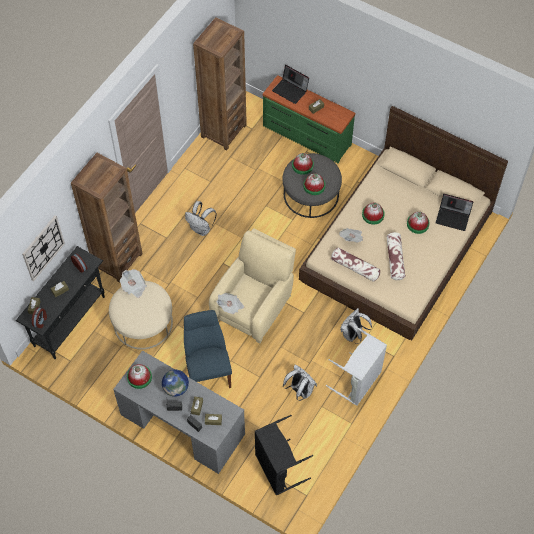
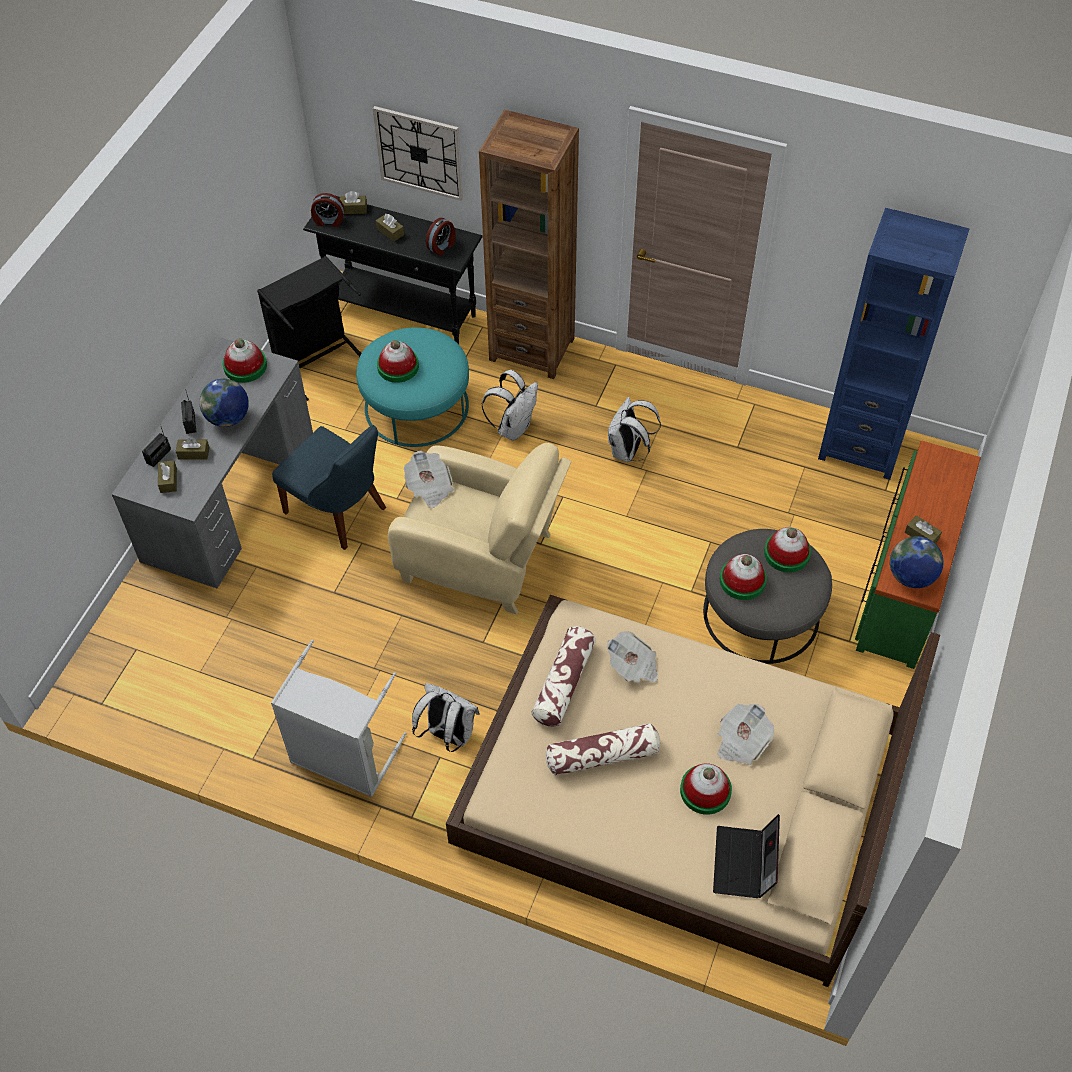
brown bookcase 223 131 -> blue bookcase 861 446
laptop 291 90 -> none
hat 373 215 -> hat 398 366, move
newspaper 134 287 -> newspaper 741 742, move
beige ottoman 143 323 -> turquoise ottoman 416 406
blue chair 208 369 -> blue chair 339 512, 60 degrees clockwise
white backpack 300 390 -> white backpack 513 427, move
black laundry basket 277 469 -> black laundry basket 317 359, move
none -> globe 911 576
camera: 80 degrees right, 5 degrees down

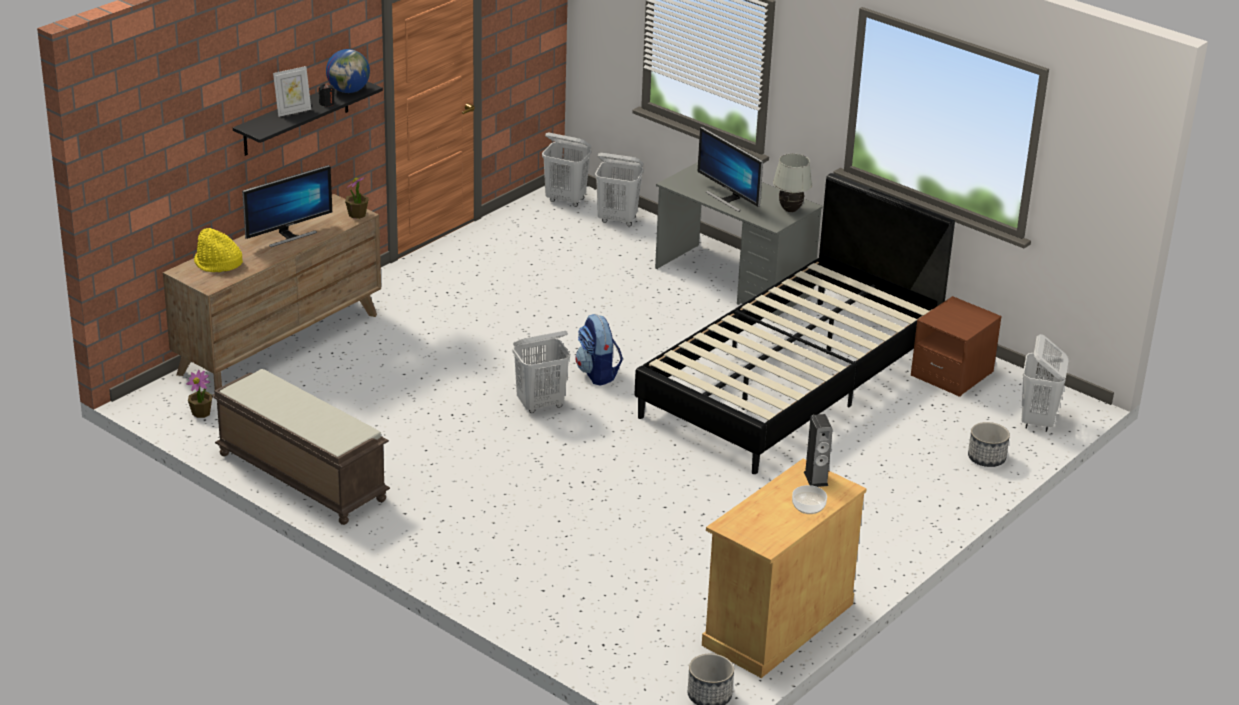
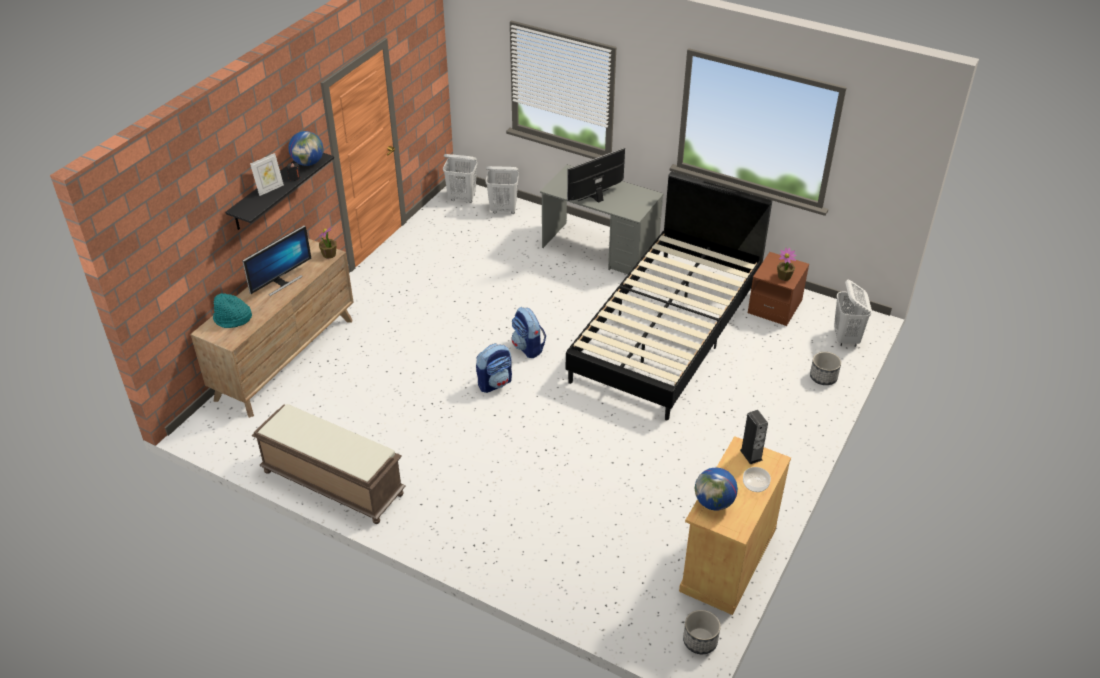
monitor 728 199 -> monitor 596 197, 105 degrees clockwise
white table lamp 790 210 -> none
yellow hat 218 264 -> turquoise hat 232 319
white laundry basket 541 405 -> backpack 495 383
potted plant 201 413 -> potted plant 784 277, move
none -> globe 714 503
camera: 10 degrees left, 10 degrees up

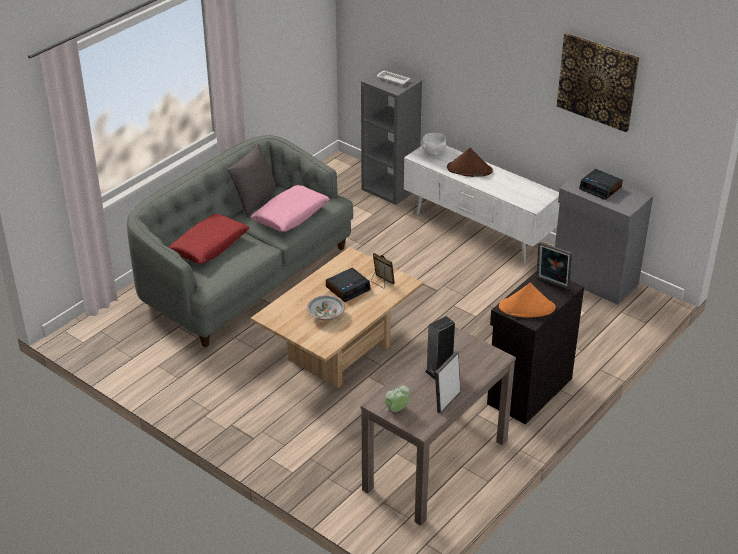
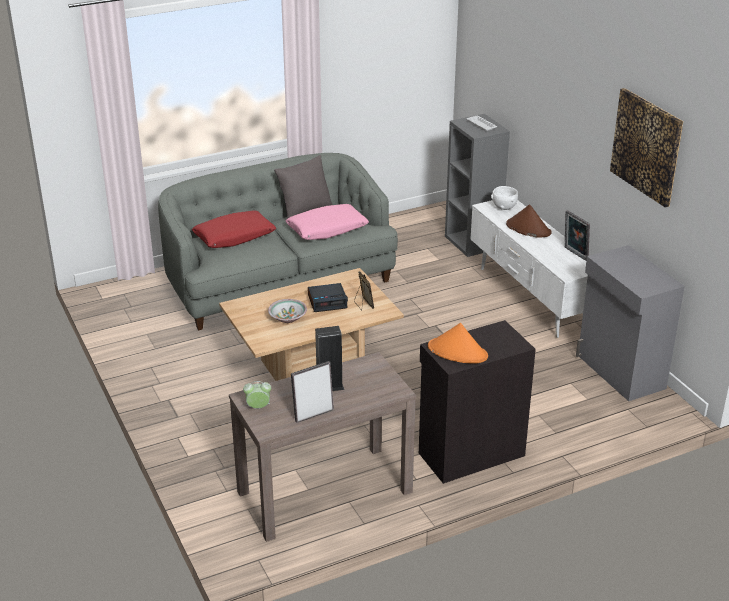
alarm clock 601 188 -> none
picture frame 551 284 -> picture frame 574 254, move
camera: 25 degrees right, 5 degrees down

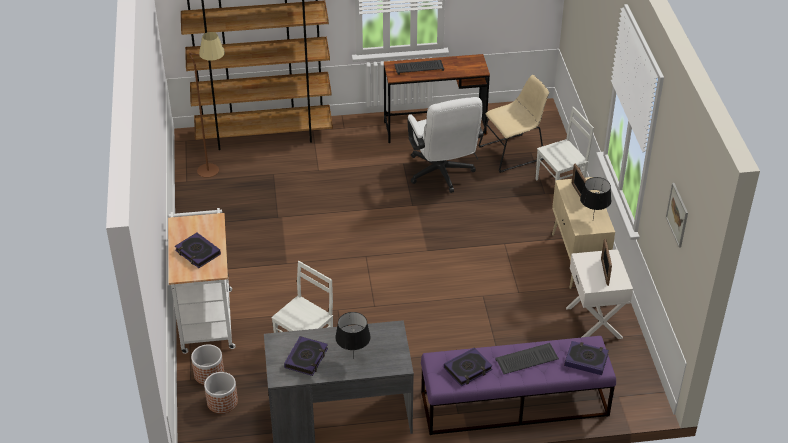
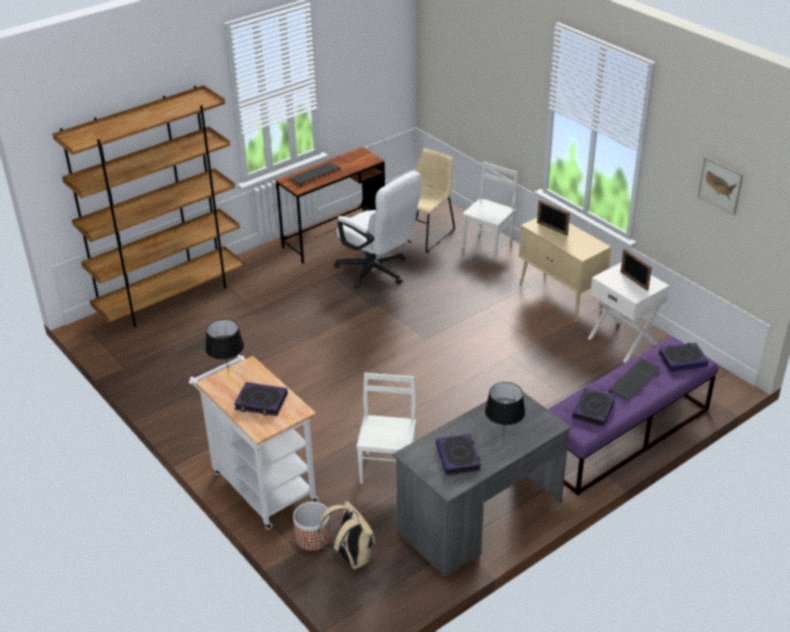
brown floor lamp 216 166 -> none
black table lamp 592 220 -> black table lamp 228 373, move
planter 222 402 -> beige backpack 351 558
camera: 30 degrees left, 5 degrees down

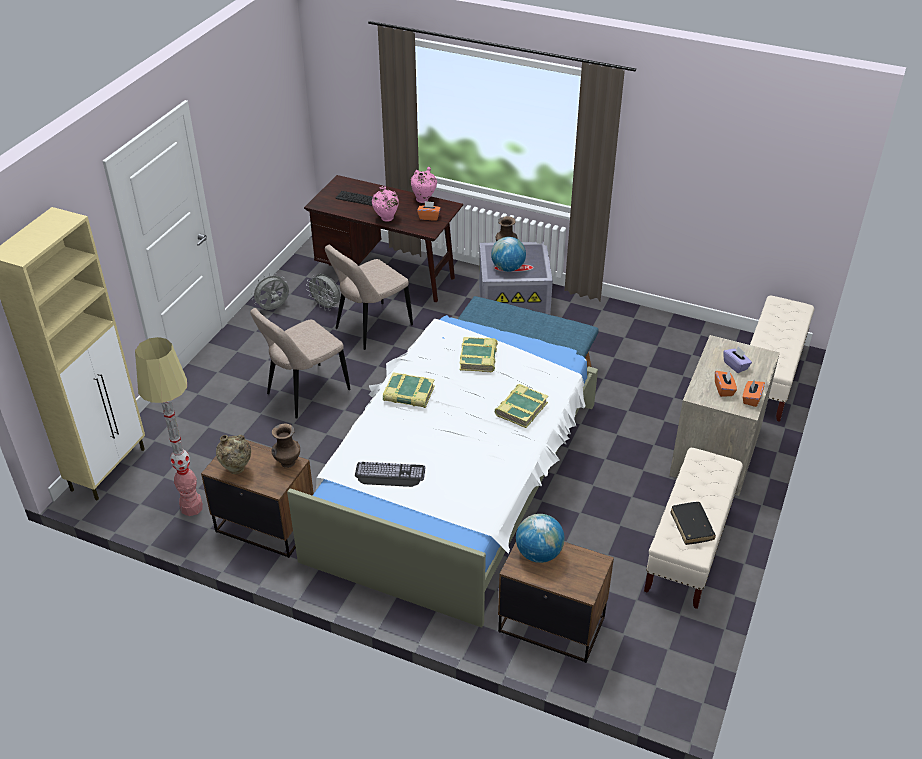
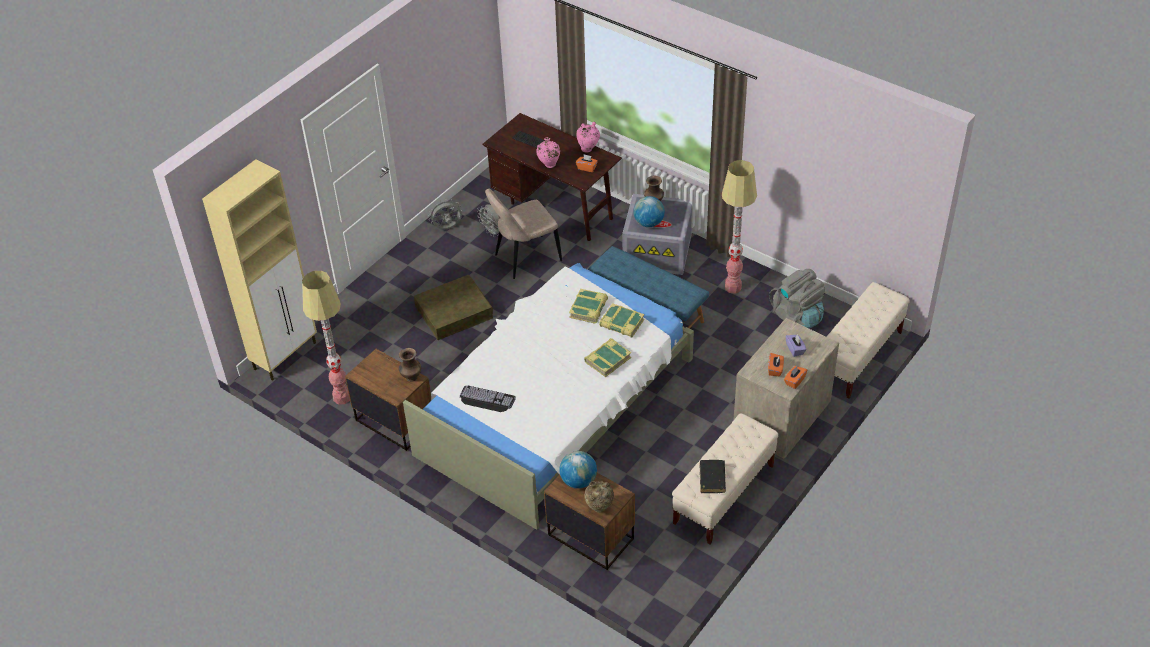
beige chair 305 393 -> brown storage box 453 312
book 408 394 -> book 621 324, move
beige vase 237 471 -> beige vase 599 509, move
none -> floor lamp 733 287
none -> grey backpack 797 316
camera: 15 degrees right, 5 degrees up

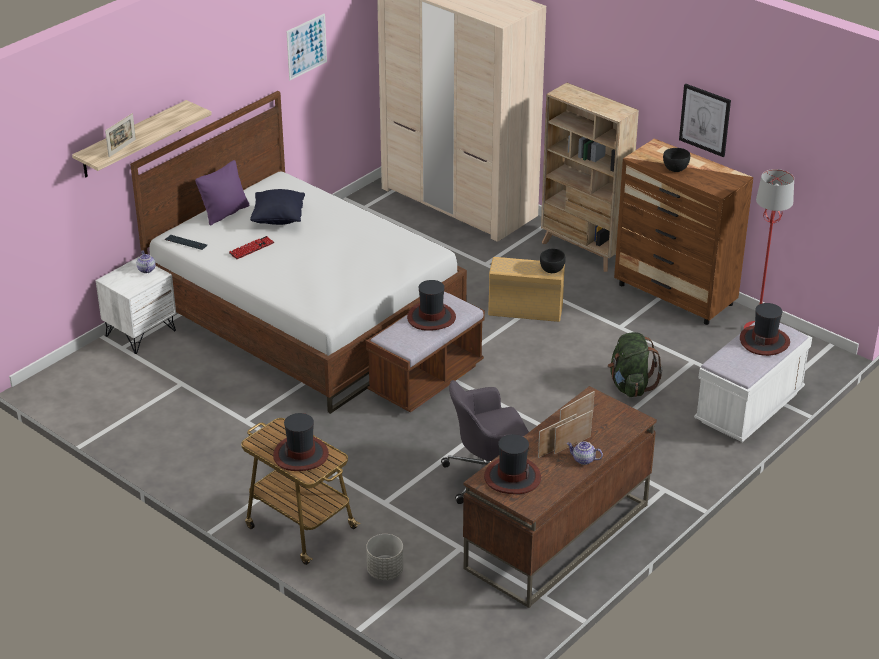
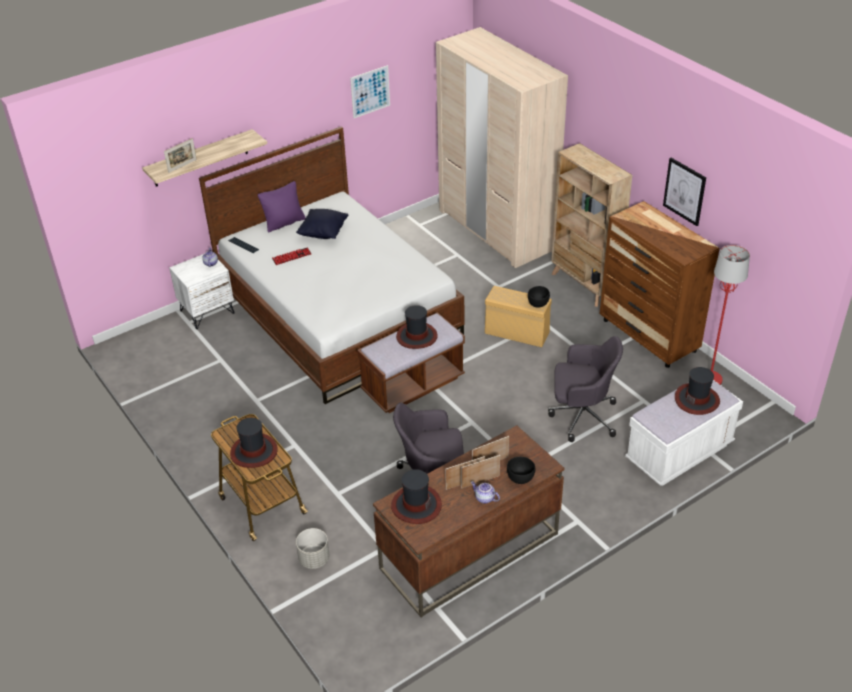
black bowl 675 169 -> black bowl 520 479, move
green backpack 630 386 -> grey office chair 581 416
camera: 15 degrees right, 5 degrees up

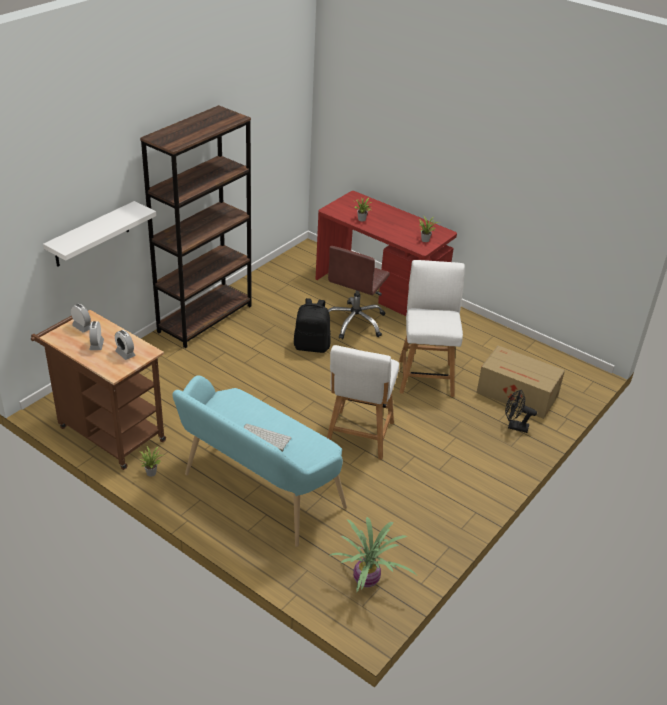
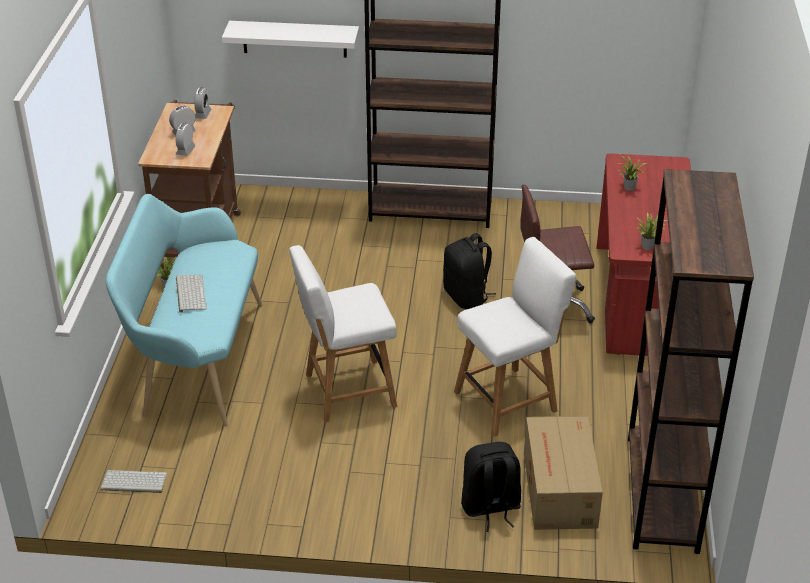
black fan 514 426 -> black backpack 490 508
potted plant 367 581 -> keyboard 133 482
none -> brown bookcase 662 493
camera: 60 degrees right, 0 degrees up

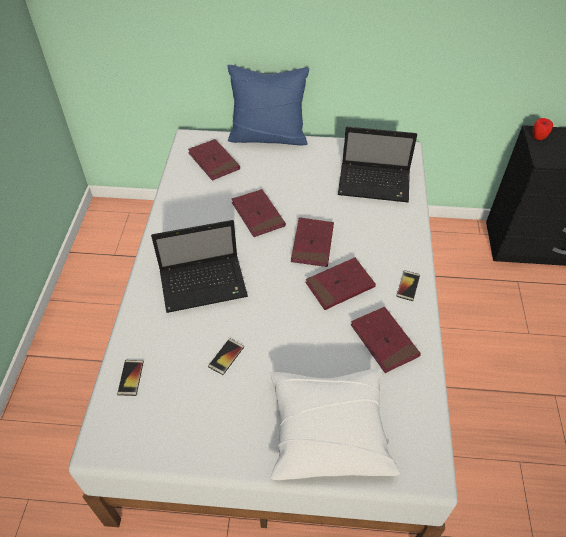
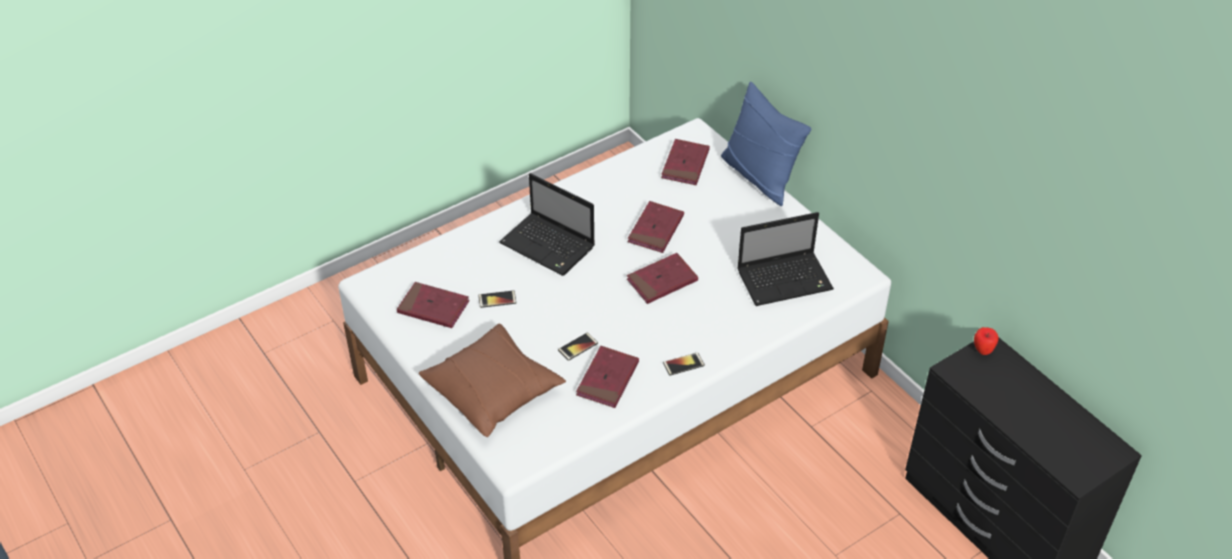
laptop 375 184 -> laptop 786 279, 75 degrees counterclockwise
red book 340 285 -> red book 433 308, move
phone 130 378 -> phone 578 347, move
white pillow 329 430 -> brown pillow 493 391
camera: 50 degrees right, 5 degrees down

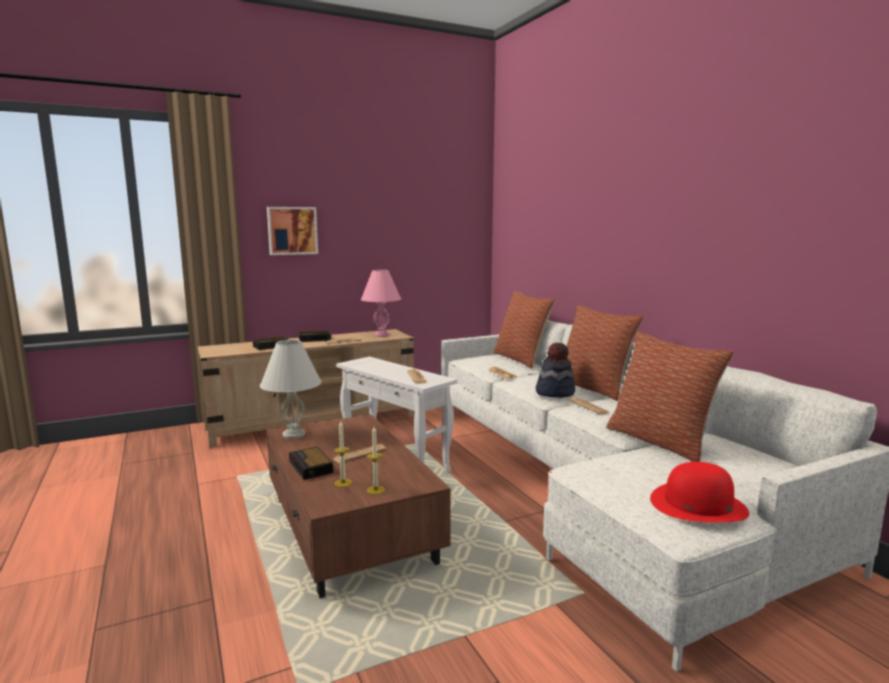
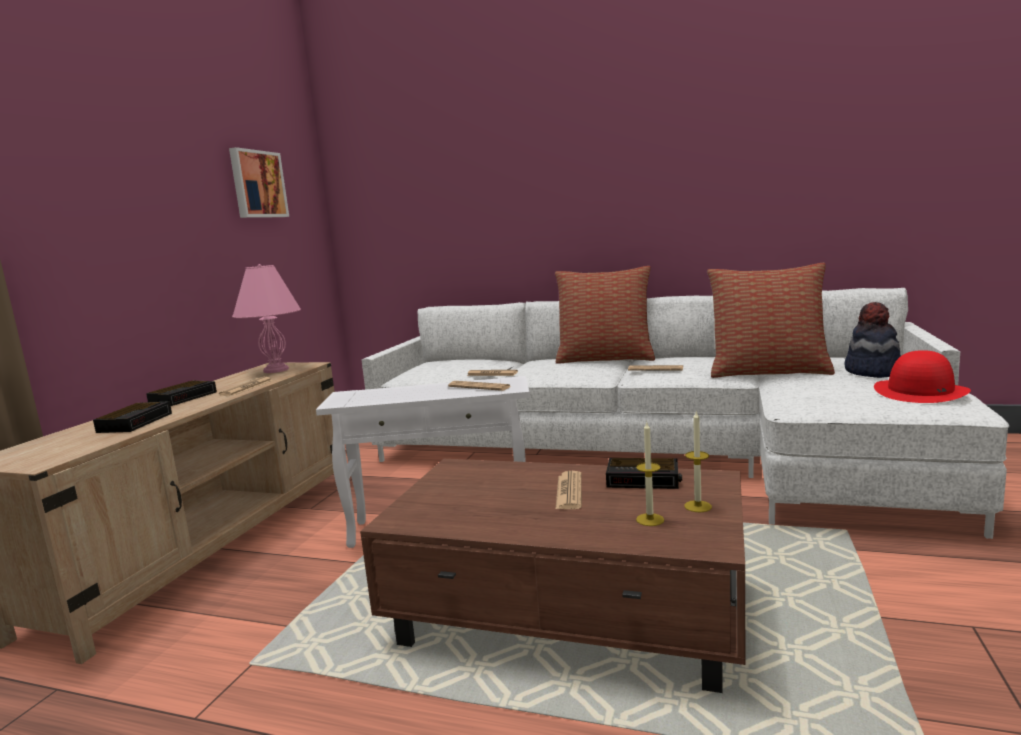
picture 292 230 -> picture 257 184, move
pillow 521 359 -> none
white table lamp 294 434 -> none
hat 554 392 -> hat 872 372, move
alarm clock 311 467 -> alarm clock 644 479, move
camera: 45 degrees left, 0 degrees up

